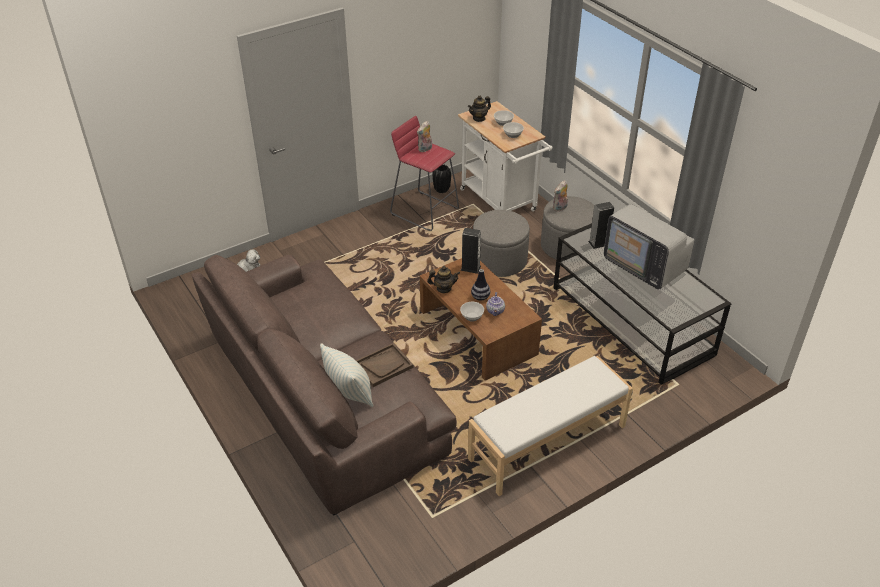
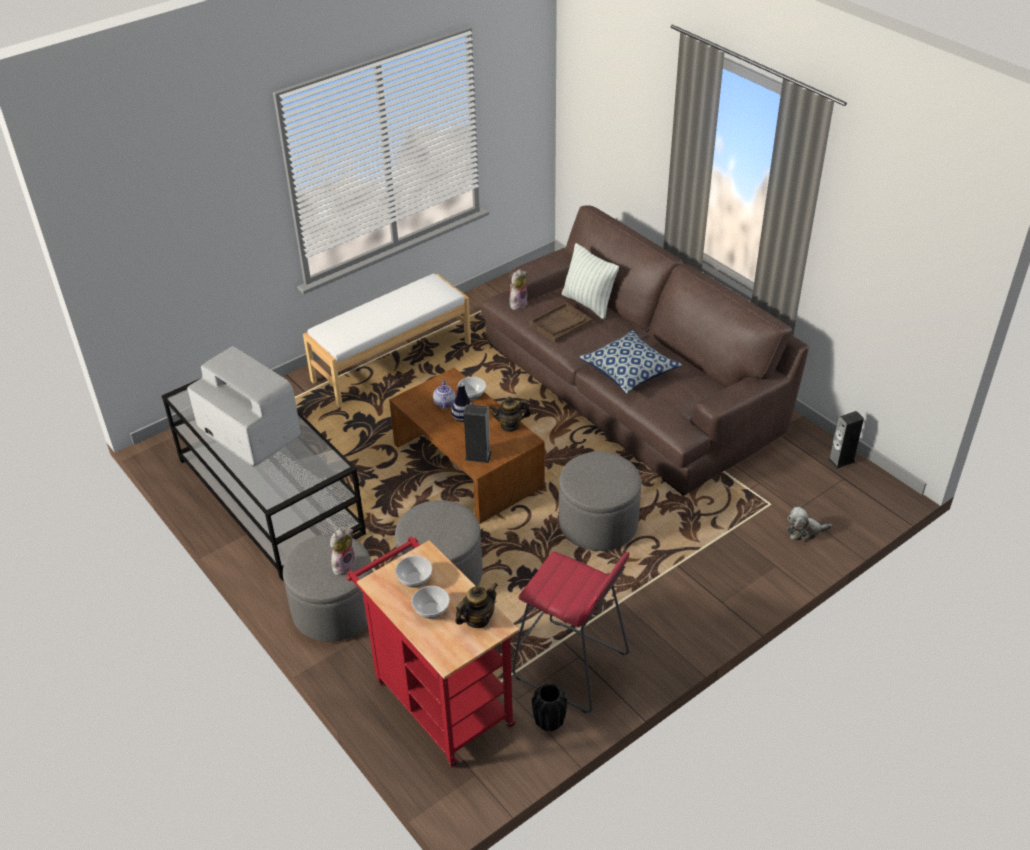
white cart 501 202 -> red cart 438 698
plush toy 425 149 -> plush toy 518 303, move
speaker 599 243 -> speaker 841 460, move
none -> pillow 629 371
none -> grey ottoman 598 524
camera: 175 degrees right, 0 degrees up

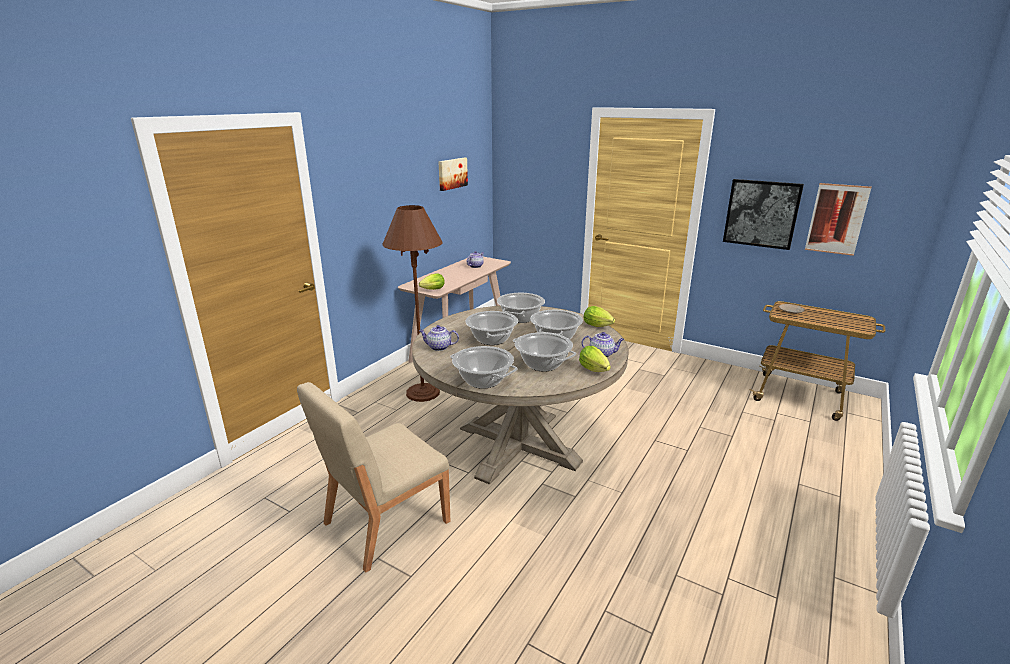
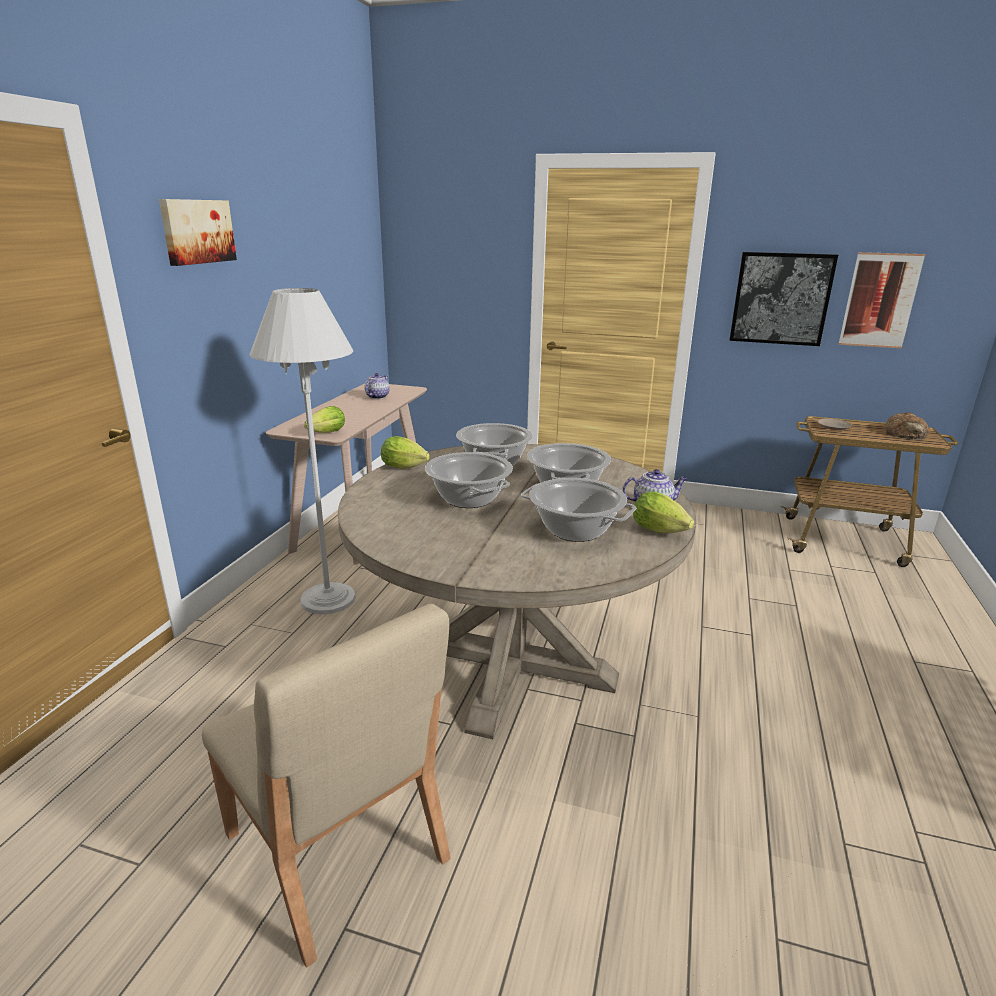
picture 452 173 -> picture 197 231, move
brown floor lamp 423 393 -> white floor lamp 328 599
lettuce 599 326 -> lettuce 406 467, move
teapot 438 347 -> none
cooking pot 483 380 -> none
beige chair 385 522 -> beige chair 336 849, 75 degrees counterclockwise
none -> bread 906 433
camera: 15 degrees left, 0 degrees up

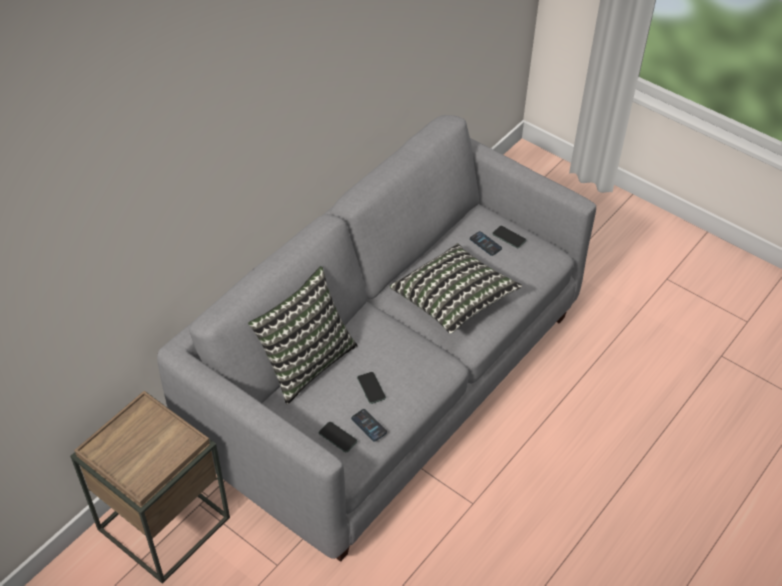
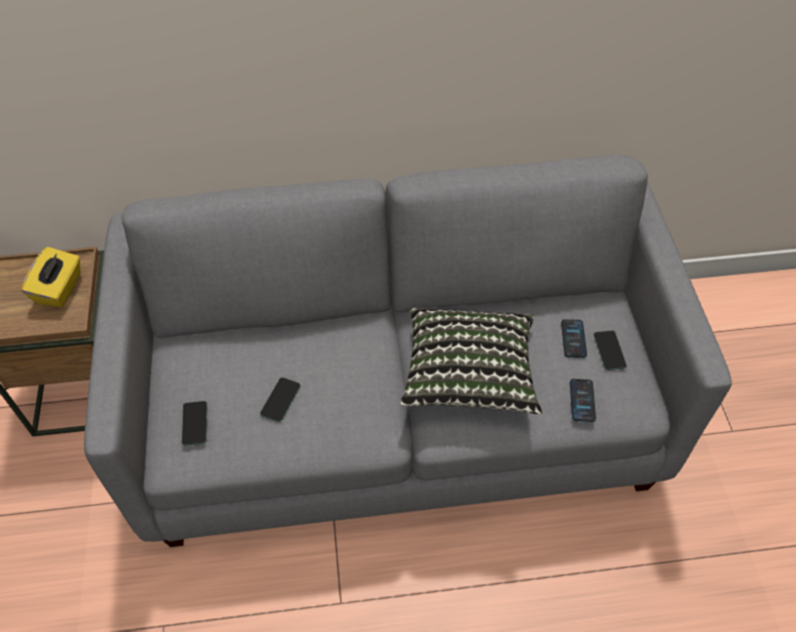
pillow 305 362 -> none
phone 369 425 -> phone 582 400, move
none -> yellow tissue box 60 289
camera: 45 degrees right, 5 degrees up

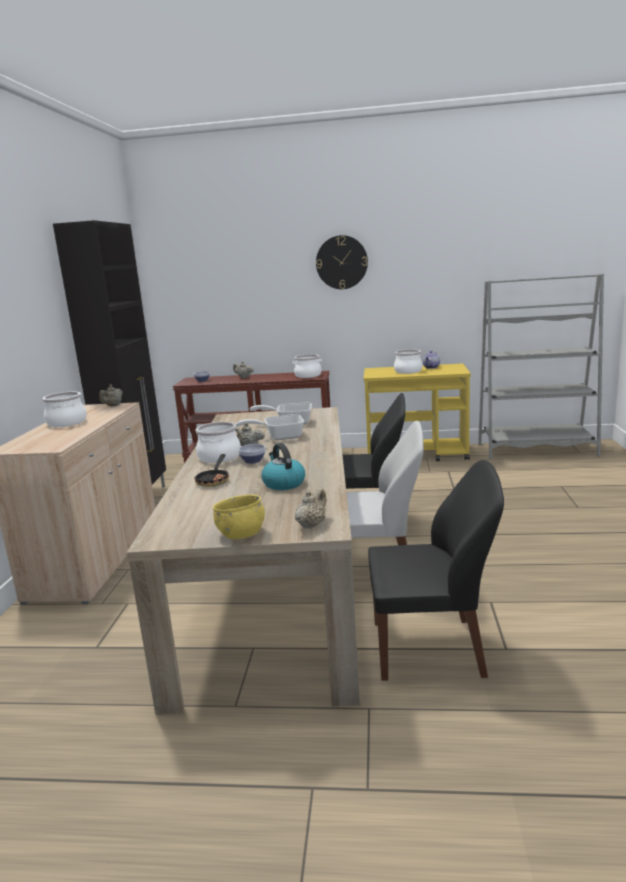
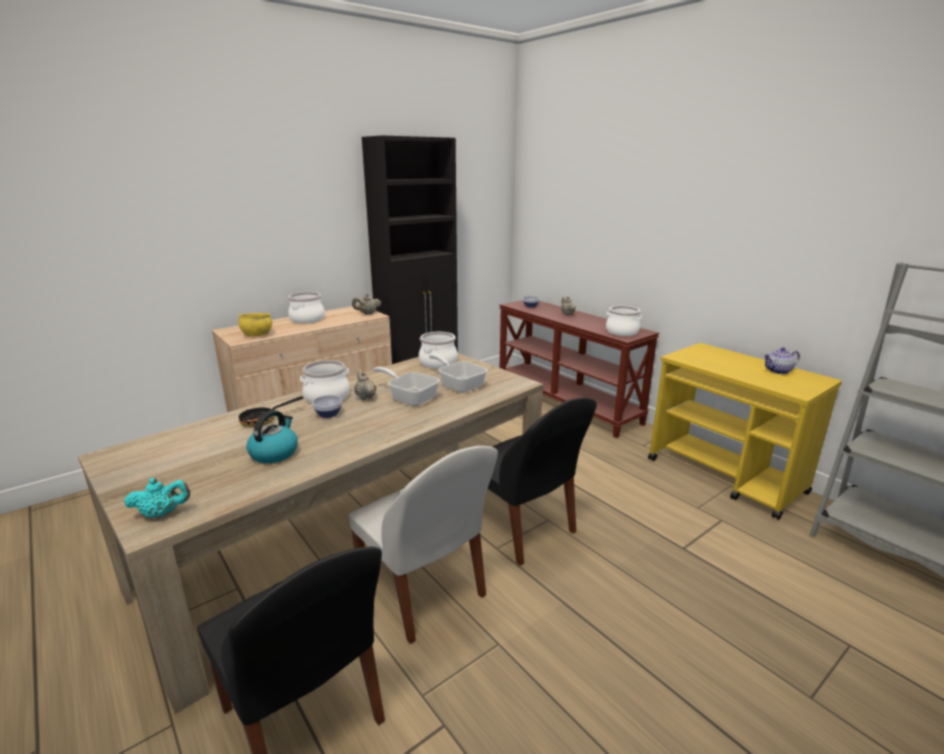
wall clock 341 262 -> none
cooking pot 408 371 -> cooking pot 438 363, move
beige teapot 311 525 -> turquoise teapot 162 514
yellow bowl 241 534 -> yellow bowl 257 335, move
camera: 45 degrees right, 5 degrees up

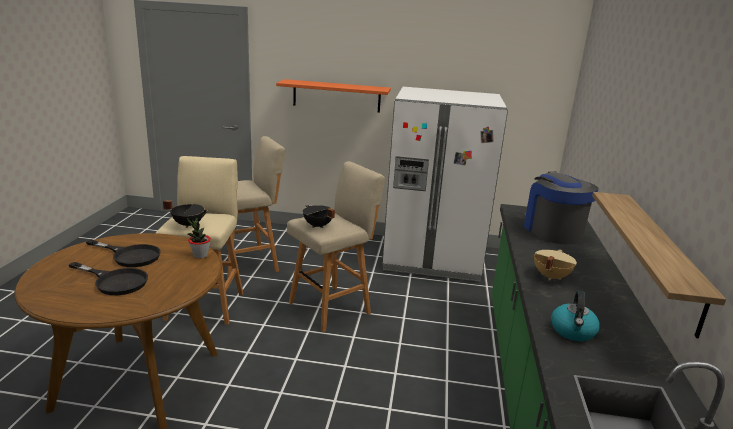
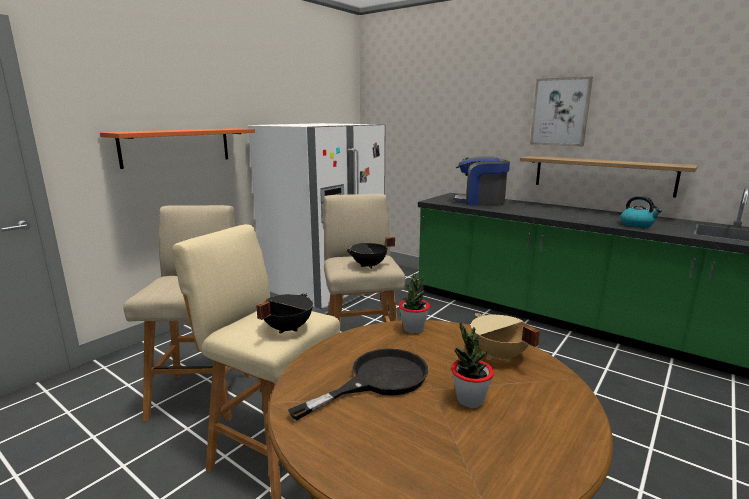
beige cooking pot 550 276 -> beige cooking pot 498 355, move
black frying pan 115 281 -> potted plant 469 400
none -> picture 560 112
camera: 60 degrees left, 5 degrees down

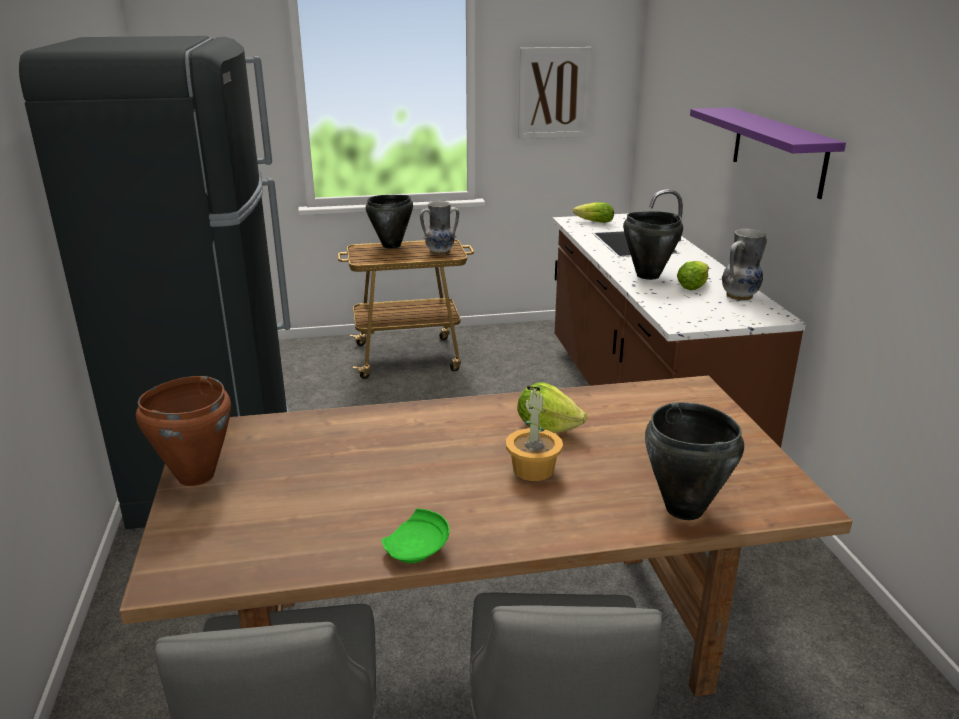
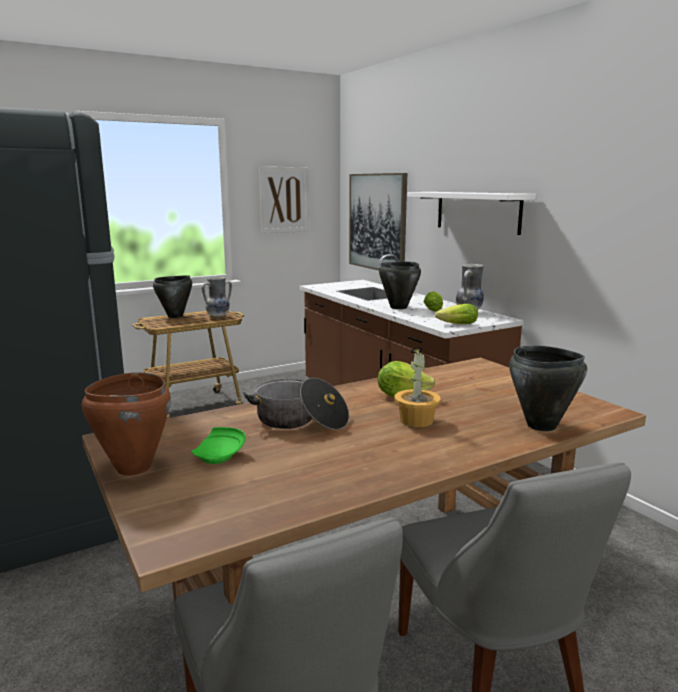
purple shelf 778 151 -> white shelf 477 211
lettuce 592 222 -> lettuce 455 324, move
green plate 417 549 -> green plate 220 455, move
none -> picture 377 222
none -> cooking pot 300 421
camera: 20 degrees left, 10 degrees down

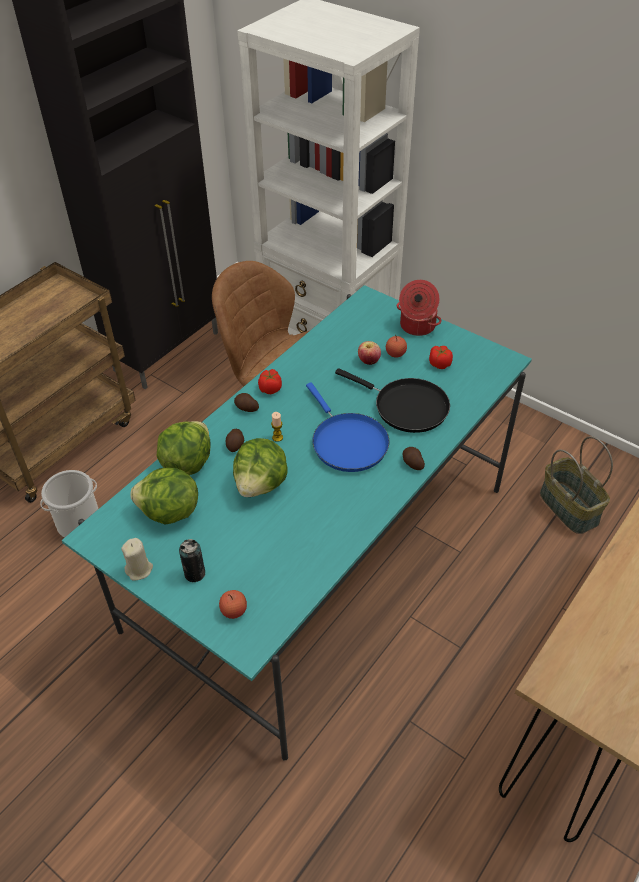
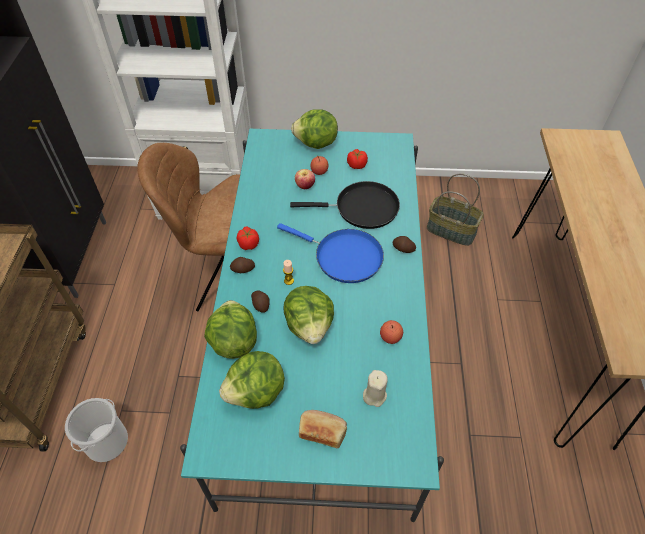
cooking pot 417 326 -> lettuce 316 143
beige candle 139 569 -> beige candle 374 395, move
can 195 573 -> bread 322 431
apple 234 611 -> apple 390 337, move
camera: 35 degrees left, 5 degrees up

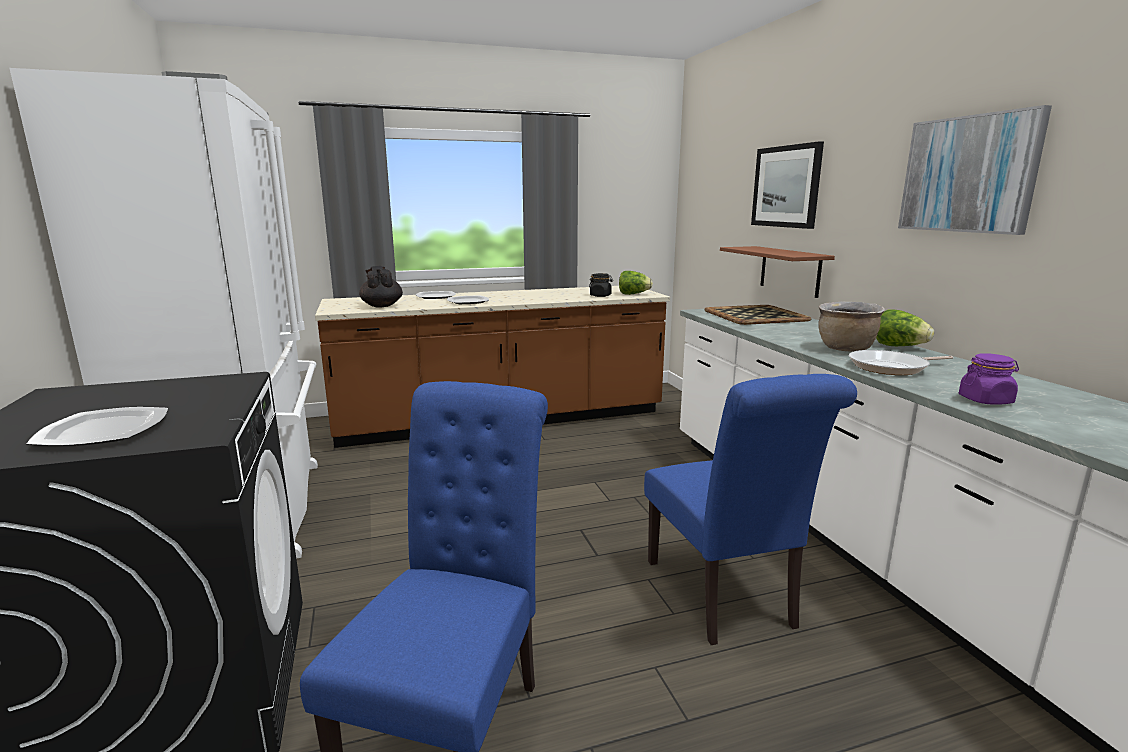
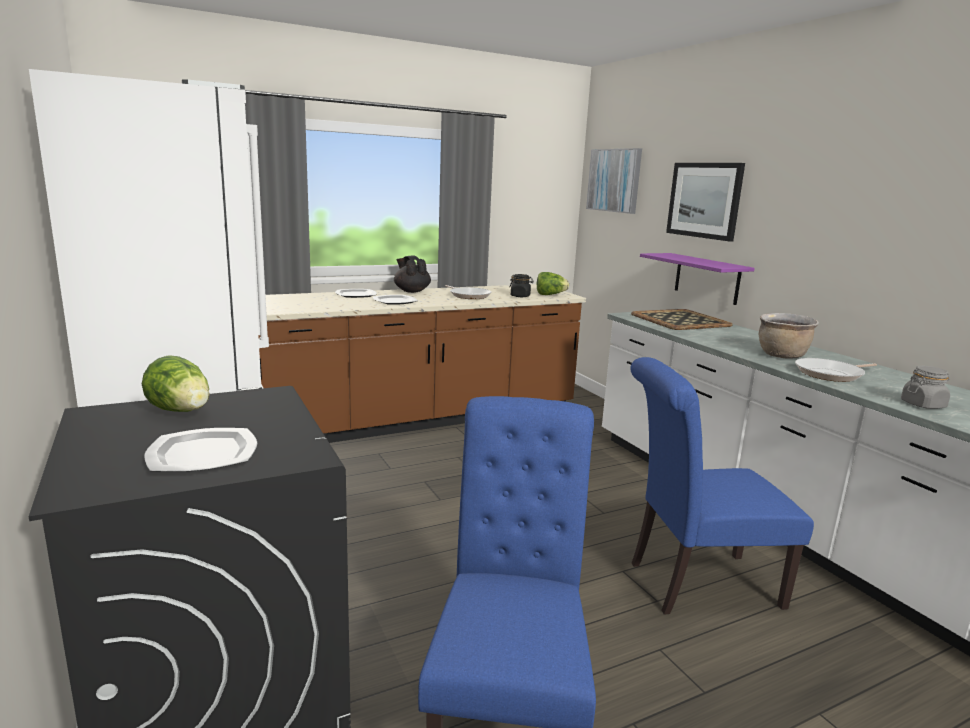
picture 968 174 -> picture 614 180, move
brown shelf 790 271 -> purple shelf 707 278
black teapot 381 306 -> black teapot 411 291, move
lettuce 899 346 -> lettuce 182 411, move
purple jar 985 400 -> grey jar 923 405
blue chair 724 598 -> blue chair 695 584, 105 degrees clockwise
none -> frying pan 468 296
camera: 10 degrees left, 0 degrees up

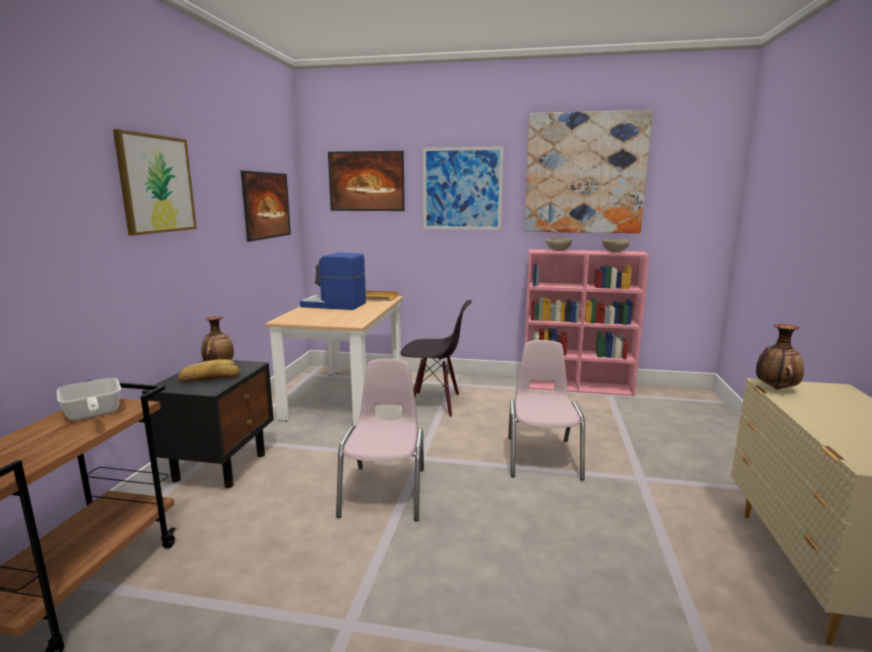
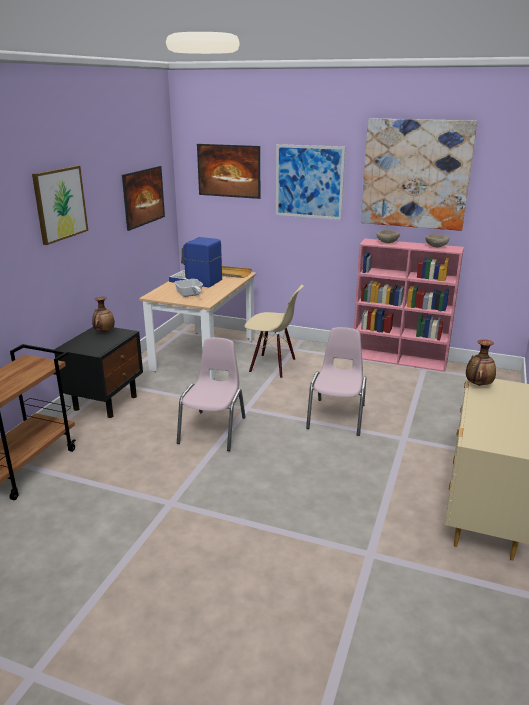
black chair 434 404 -> beige chair 272 366
bread 210 377 -> none
frying pan 92 415 -> frying pan 190 295, move
camera: 10 degrees right, 10 degrees up

